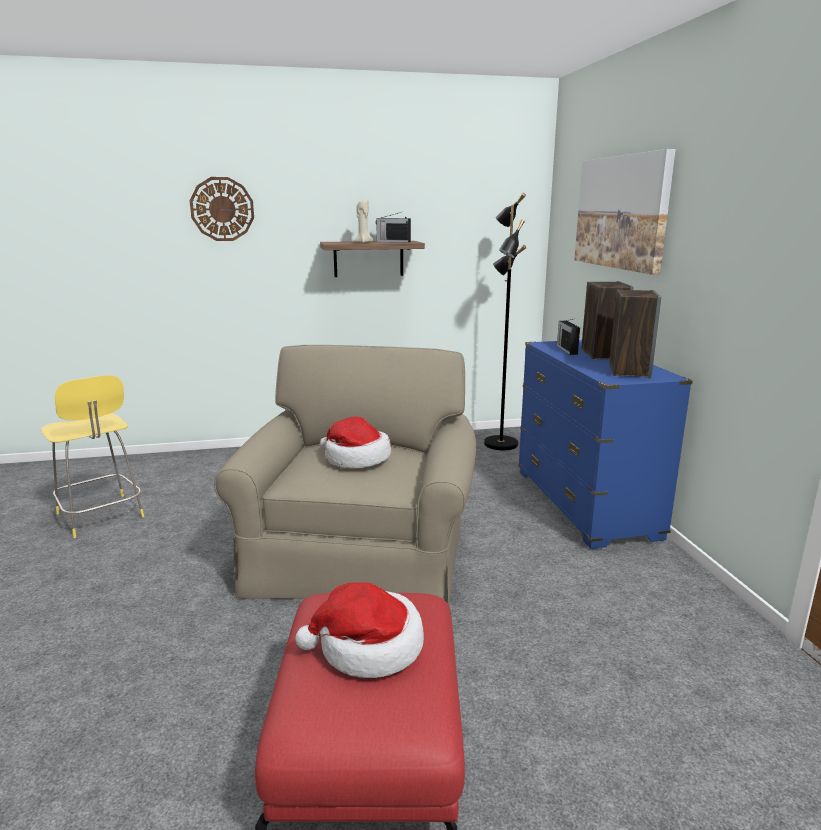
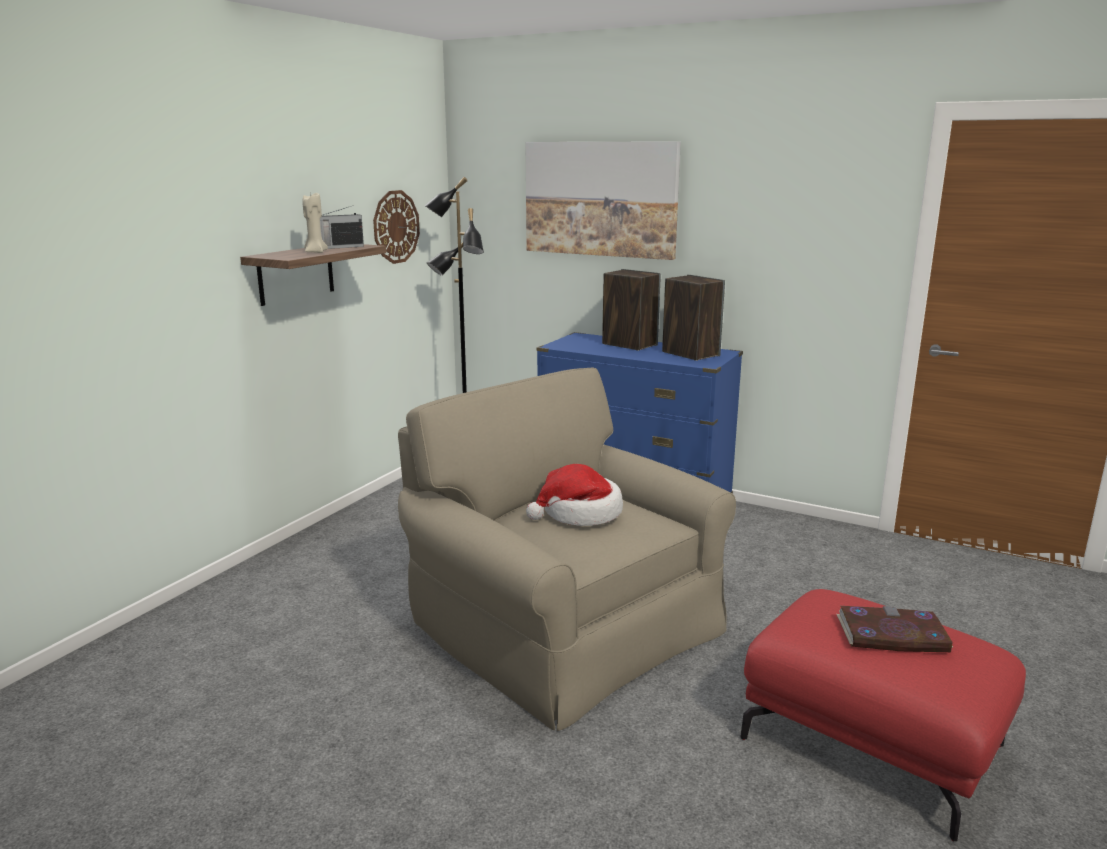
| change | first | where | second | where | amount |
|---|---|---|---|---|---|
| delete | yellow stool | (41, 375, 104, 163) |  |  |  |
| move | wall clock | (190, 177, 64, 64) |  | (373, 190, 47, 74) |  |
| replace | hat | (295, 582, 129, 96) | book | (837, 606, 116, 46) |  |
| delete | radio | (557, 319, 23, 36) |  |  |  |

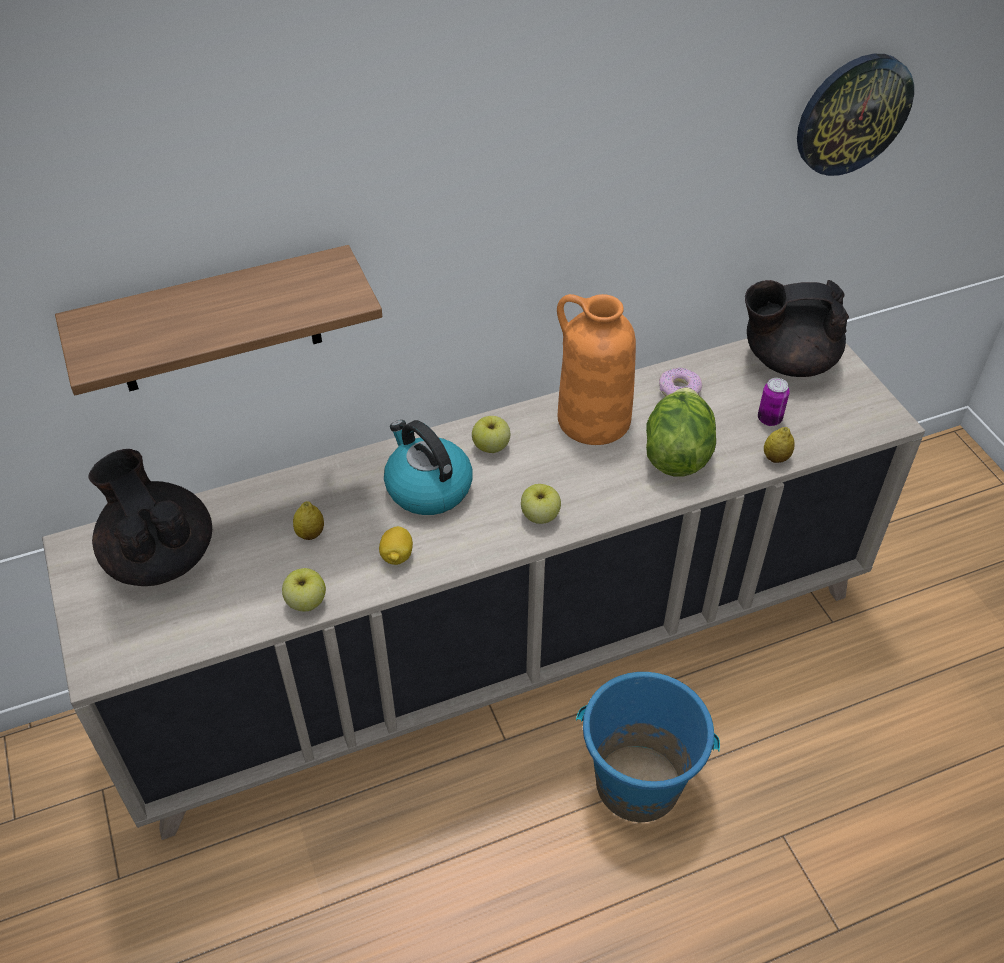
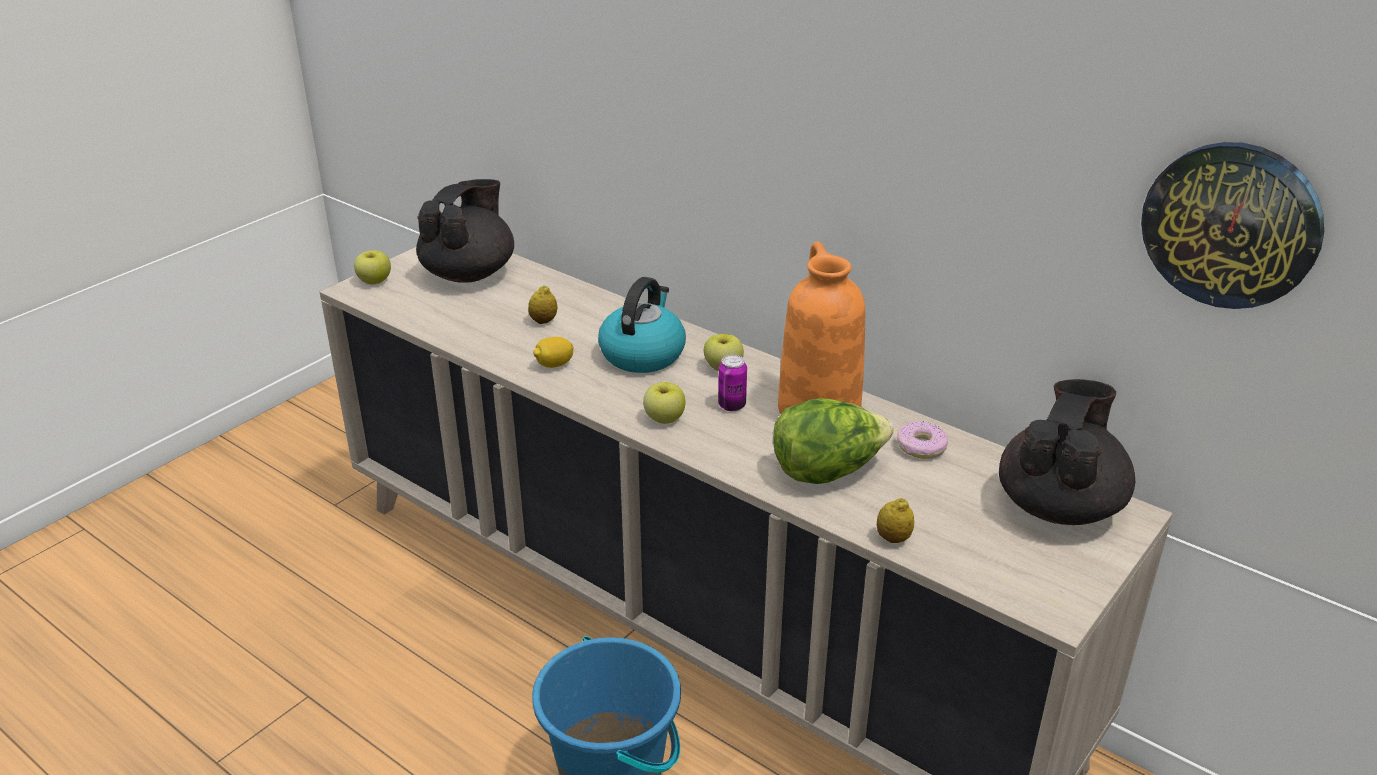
| change | first | where | second | where | amount |
|---|---|---|---|---|---|
| delete | shelf | (55, 245, 327, 150) |  |  |  |
| move | apple | (282, 568, 44, 43) |  | (354, 250, 37, 35) |  |
| rotate | black teapot | (745, 280, 104, 97) |  | (999, 379, 136, 146) | 60 degrees clockwise |
| move | can | (758, 378, 32, 48) |  | (718, 355, 29, 56) |  |

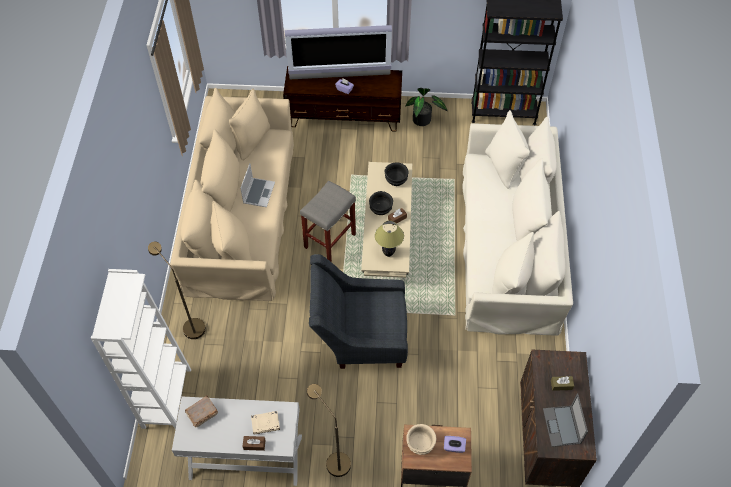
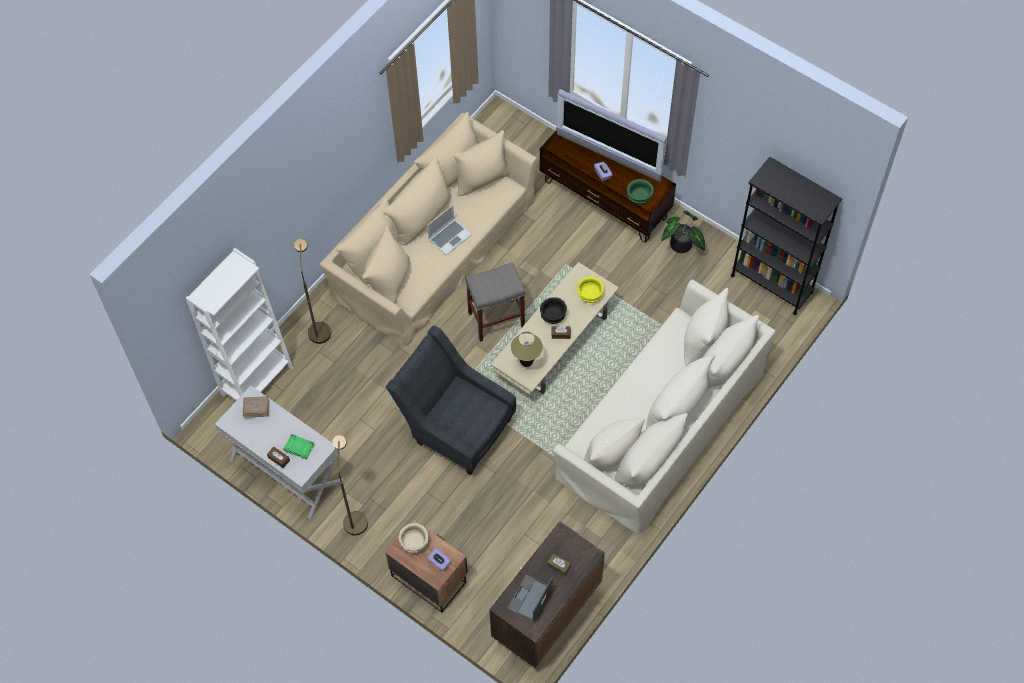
| change | first | where | second | where | amount |
|---|---|---|---|---|---|
| recolor | beige book | (251, 411, 29, 24) | green book | (283, 434, 32, 25) |  |
| recolor | black bowl | (385, 163, 23, 23) | yellow bowl | (577, 276, 27, 27) |  |
| insert |  |  | green bowl | (627, 179, 27, 26) |  |

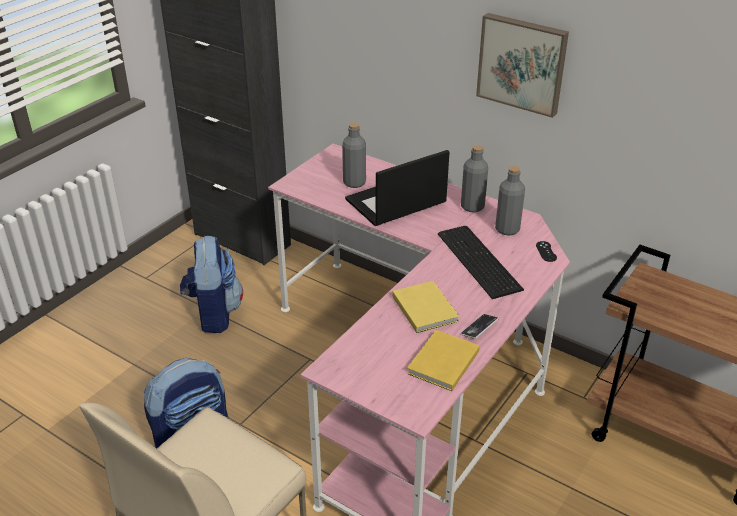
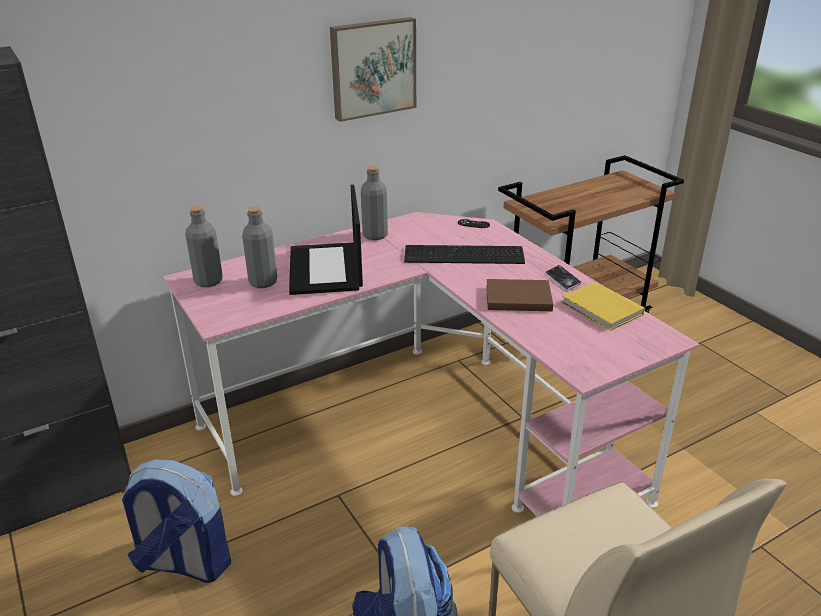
| change | first | where | second | where | amount |
|---|---|---|---|---|---|
| recolor | yellow book | (392, 281, 67, 52) | brown book | (486, 279, 67, 32) |  |
| move | grey bottle | (495, 166, 30, 70) |  | (185, 206, 38, 81) |  |

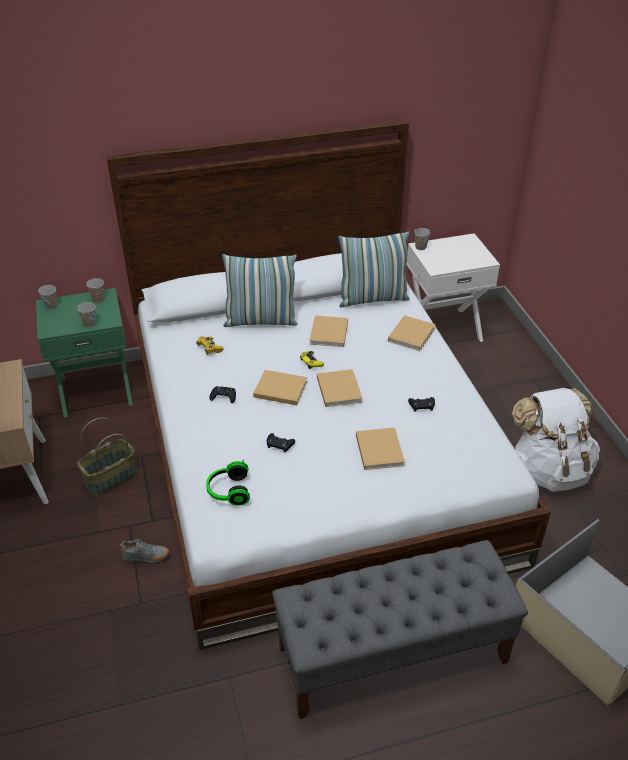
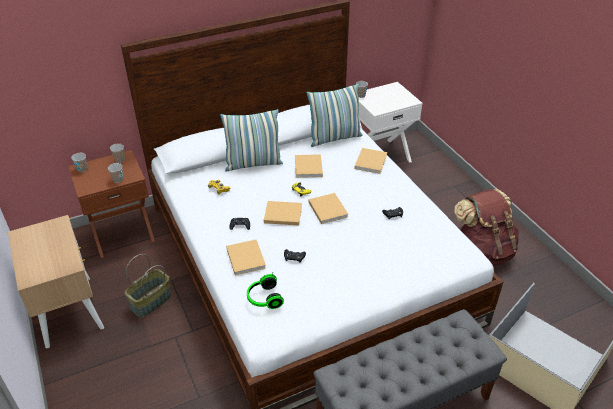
| change | first | where | second | where | amount |
|---|---|---|---|---|---|
| recolor | green nightstand | (36, 288, 97, 129) | brown nightstand | (68, 150, 87, 108) |  |
| delete | grey shoe | (120, 539, 49, 24) |  |  |  |
| move | beige book | (356, 428, 49, 42) |  | (226, 239, 40, 36) |  |
| recolor | white backpack | (512, 388, 88, 104) | brown backpack | (454, 189, 65, 77) |  |

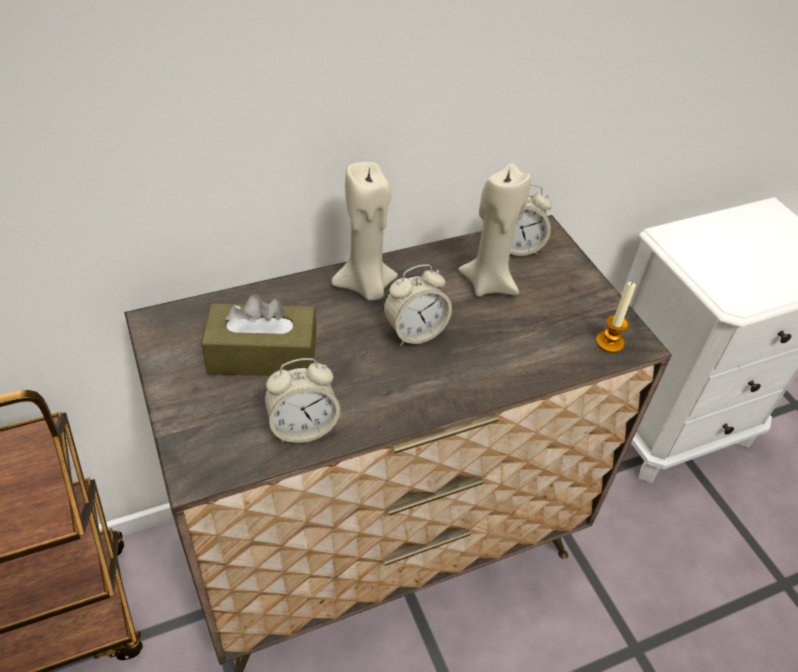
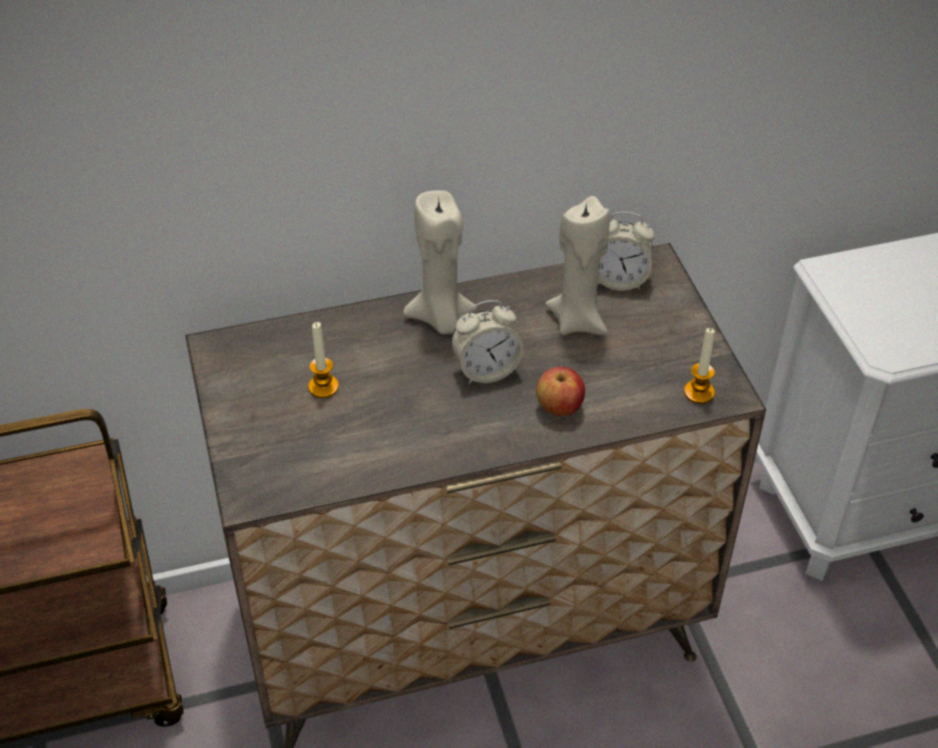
| change | first | where | second | where | amount |
|---|---|---|---|---|---|
| replace | brown tissue box | (201, 294, 116, 82) | candle | (308, 322, 31, 76) |  |
| delete | alarm clock | (264, 358, 76, 85) |  |  |  |
| insert |  |  | apple | (536, 366, 49, 51) |  |

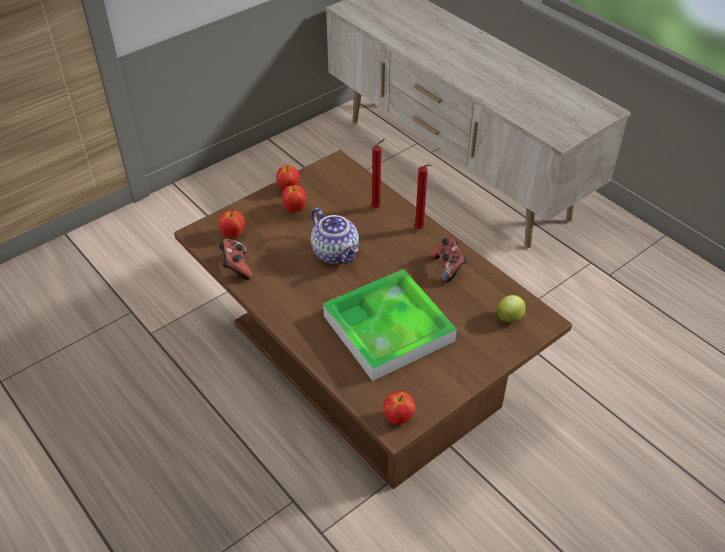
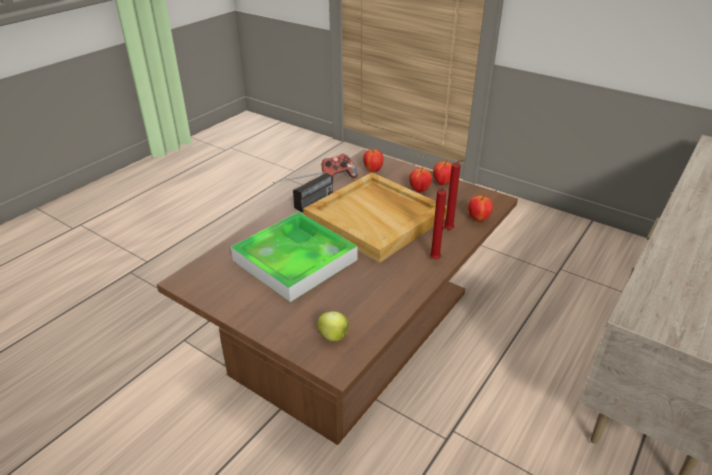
| change | first | where | second | where | amount |
|---|---|---|---|---|---|
| replace | teapot | (311, 208, 48, 56) | beige tray | (304, 172, 143, 91) |  |
| move | apple | (383, 391, 32, 34) |  | (468, 195, 25, 27) |  |
| delete | game controller | (430, 237, 37, 46) |  |  |  |
| insert |  |  | radio | (273, 172, 60, 40) |  |

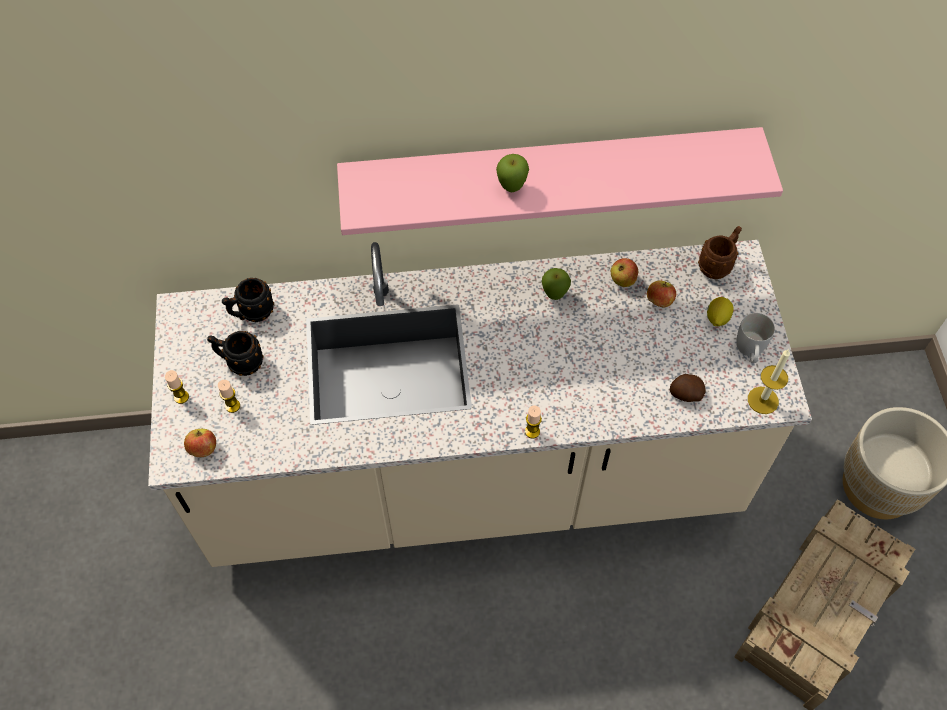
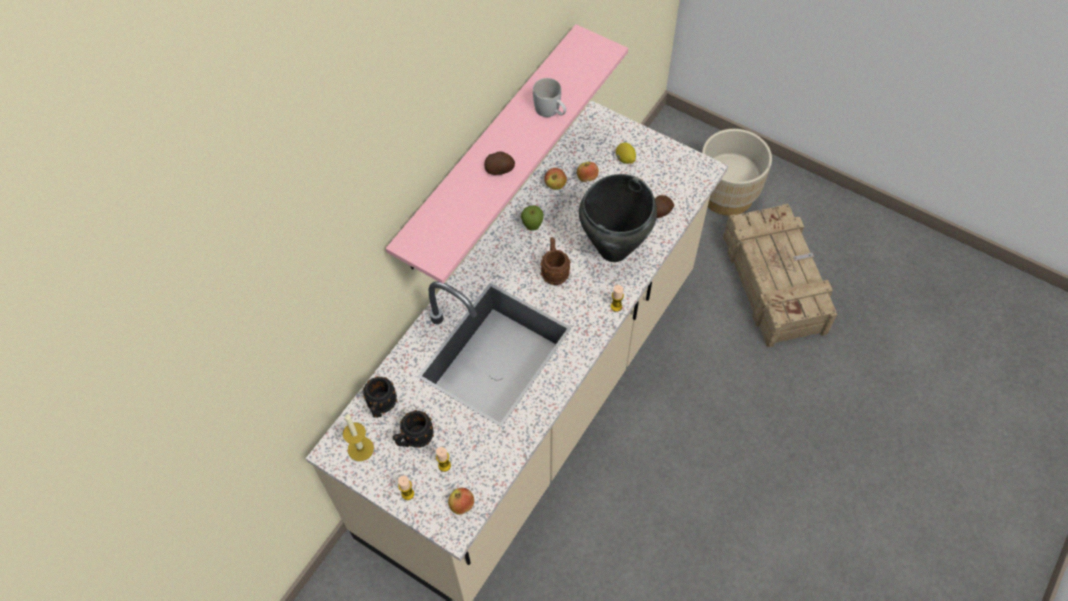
| change | first | where | second | where | amount |
|---|---|---|---|---|---|
| replace | apple | (496, 154, 33, 38) | potato | (484, 151, 31, 24) |  |
| move | brown mug | (698, 226, 44, 53) |  | (541, 237, 29, 48) |  |
| move | white mug | (736, 313, 39, 50) |  | (533, 78, 33, 39) |  |
| move | candle | (748, 349, 42, 65) |  | (343, 414, 31, 47) |  |
| insert |  |  | black cooking pot | (579, 174, 78, 88) |  |

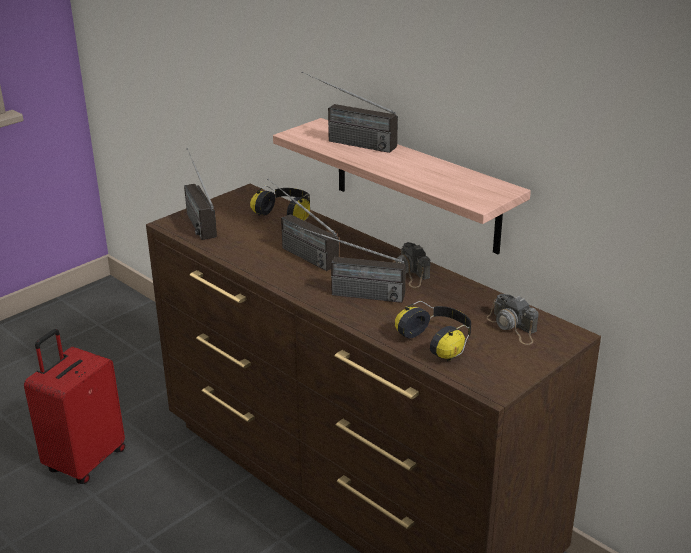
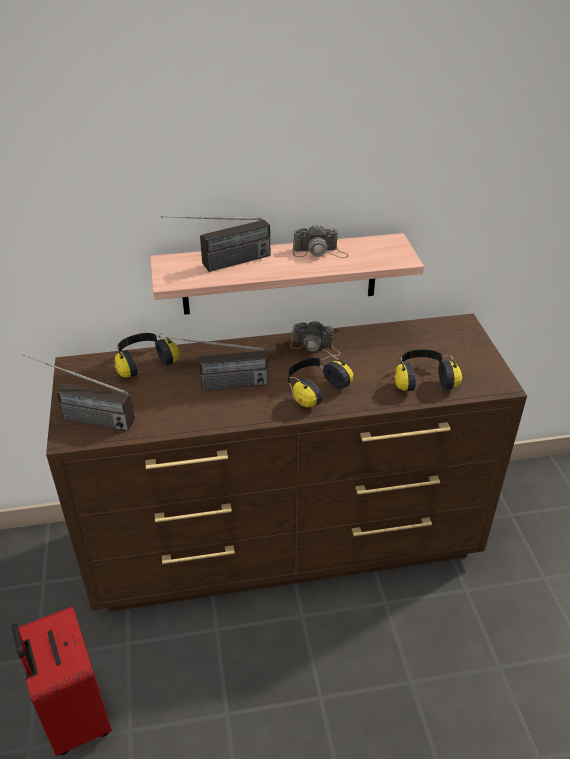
| change | first | where | second | where | amount |
|---|---|---|---|---|---|
| replace | radio | (296, 226, 110, 77) | headphones | (288, 356, 65, 53) |  |
| move | photo camera | (486, 294, 53, 51) |  | (293, 224, 55, 34) |  |

